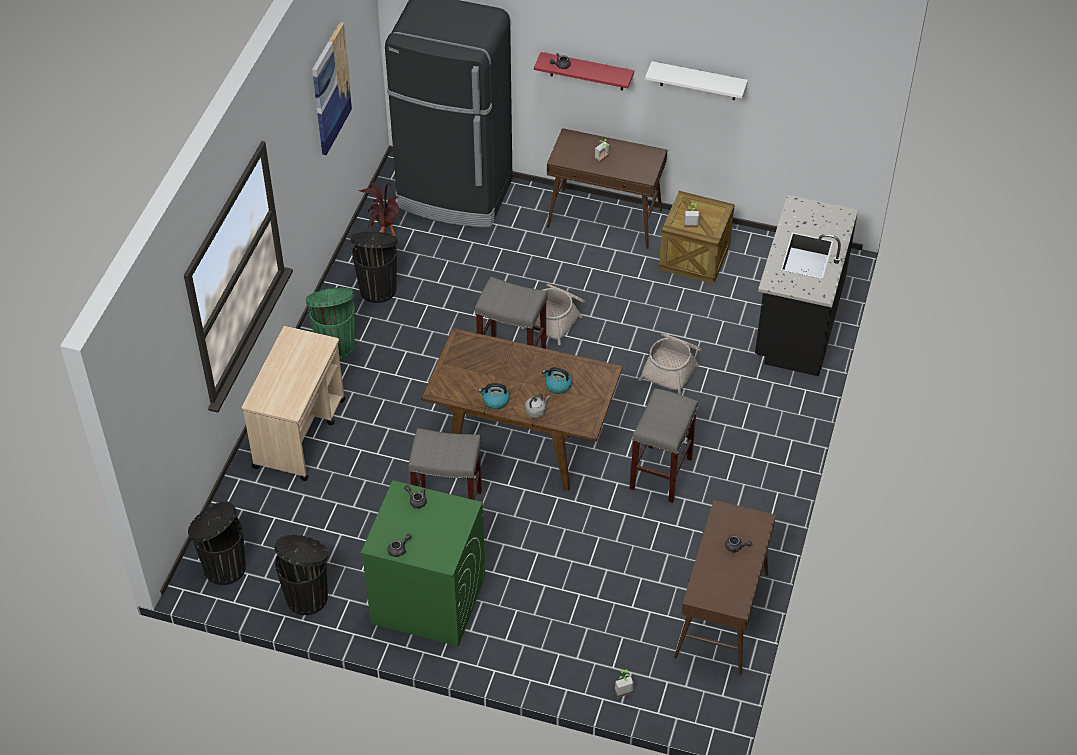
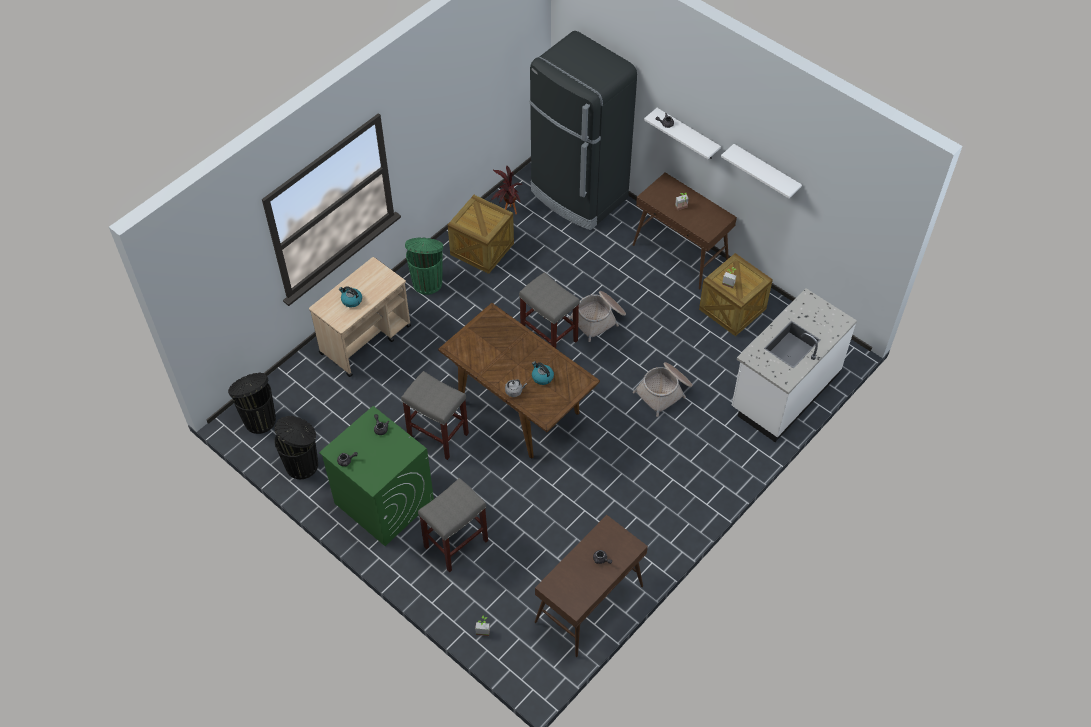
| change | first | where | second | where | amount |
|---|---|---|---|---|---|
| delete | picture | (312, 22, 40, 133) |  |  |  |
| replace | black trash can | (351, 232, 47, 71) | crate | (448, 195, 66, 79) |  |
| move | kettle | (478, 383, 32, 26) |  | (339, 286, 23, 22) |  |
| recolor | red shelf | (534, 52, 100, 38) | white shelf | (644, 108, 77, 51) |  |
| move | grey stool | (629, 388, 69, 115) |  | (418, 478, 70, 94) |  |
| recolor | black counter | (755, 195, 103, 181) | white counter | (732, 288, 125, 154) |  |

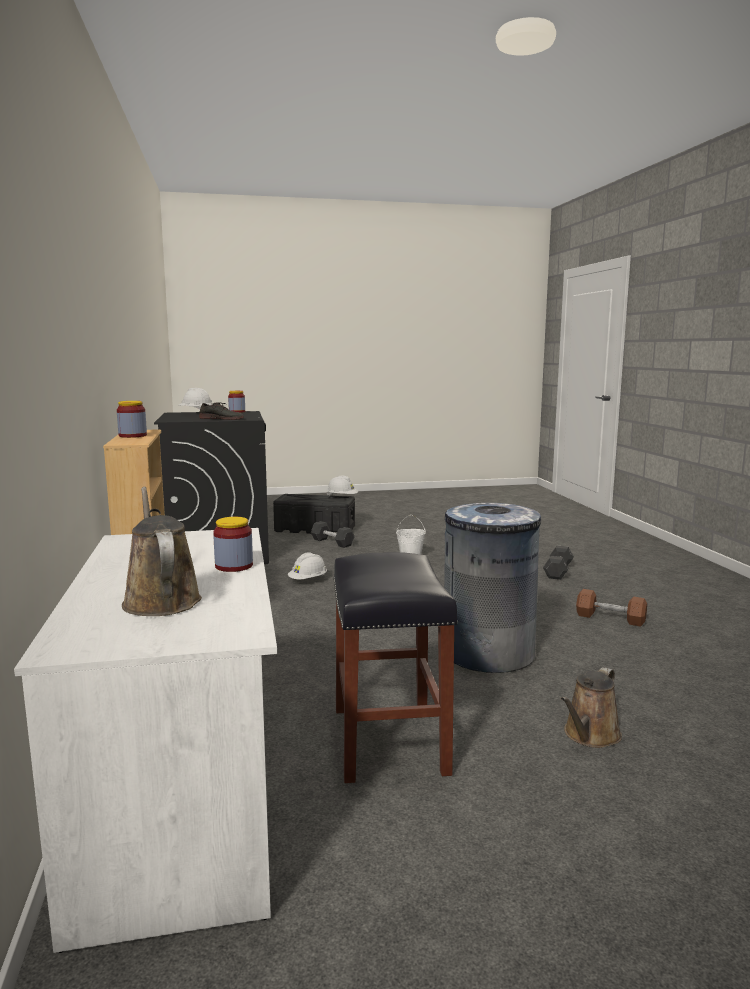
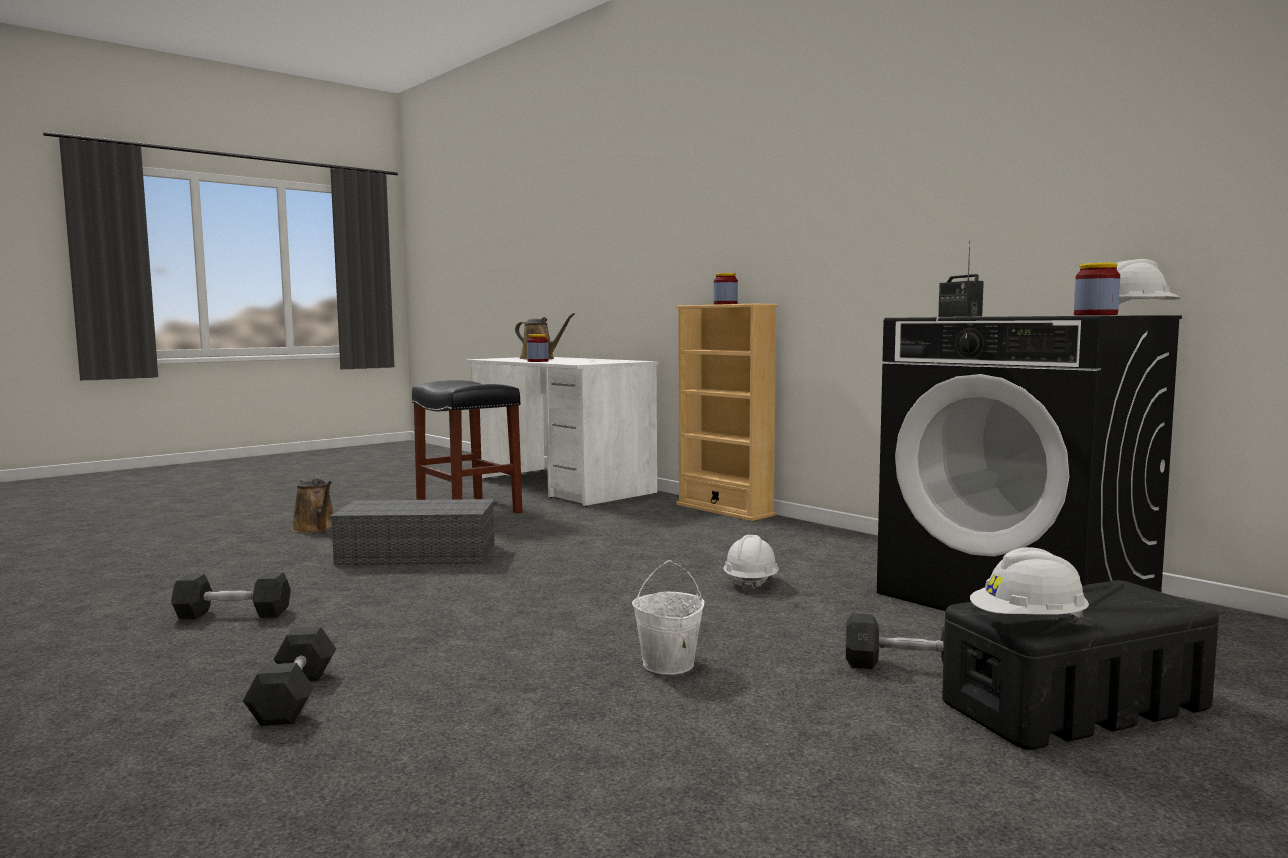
| change | first | where | second | where | amount |
|---|---|---|---|---|---|
| replace | grey shoe | (199, 402, 45, 18) | radio | (938, 241, 46, 76) |  |
| replace | grey trash can | (444, 503, 97, 170) | grey storage box | (330, 499, 165, 66) |  |
| rotate | brown watering can | (560, 667, 62, 81) |  | (292, 478, 42, 55) | 135 degrees clockwise |
| recolor | brown dumbbell | (576, 589, 71, 38) | grey dumbbell | (171, 572, 120, 48) |  |

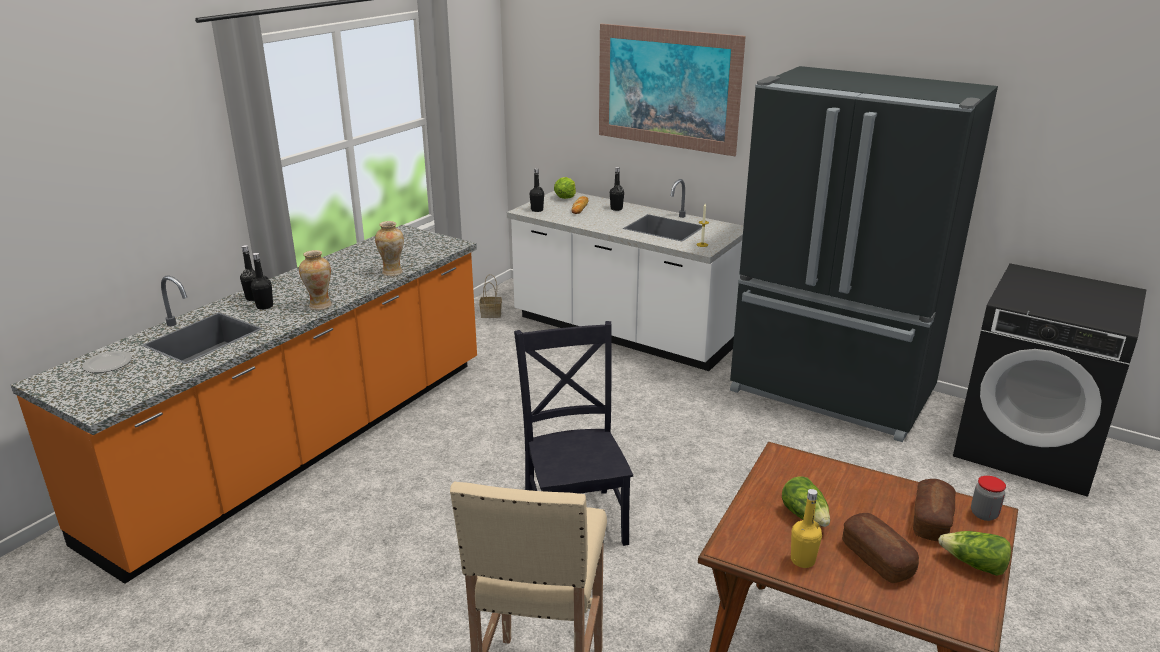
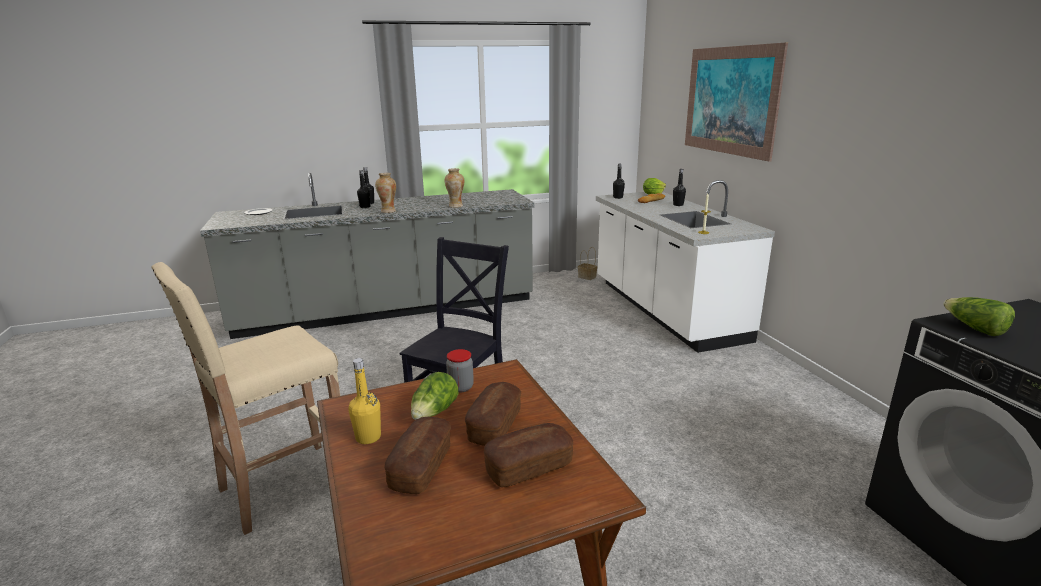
| change | first | where | second | where | amount |
|---|---|---|---|---|---|
| recolor | orange counter | (11, 225, 466, 359) | grey counter | (200, 173, 334, 166) |  |
| delete | black fridge | (730, 66, 268, 376) |  |  |  |
| move | lettuce | (938, 531, 73, 45) |  | (943, 297, 72, 39) |  |
| move | jar | (971, 476, 35, 45) |  | (446, 349, 28, 44) |  |
| insert |  |  | bread | (465, 382, 56, 64) |  |

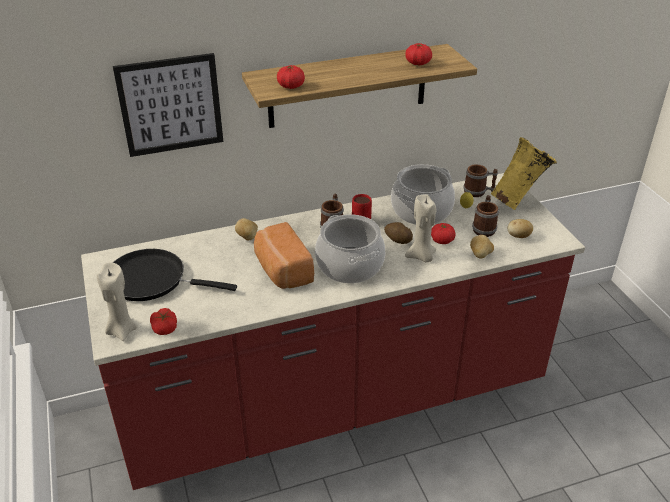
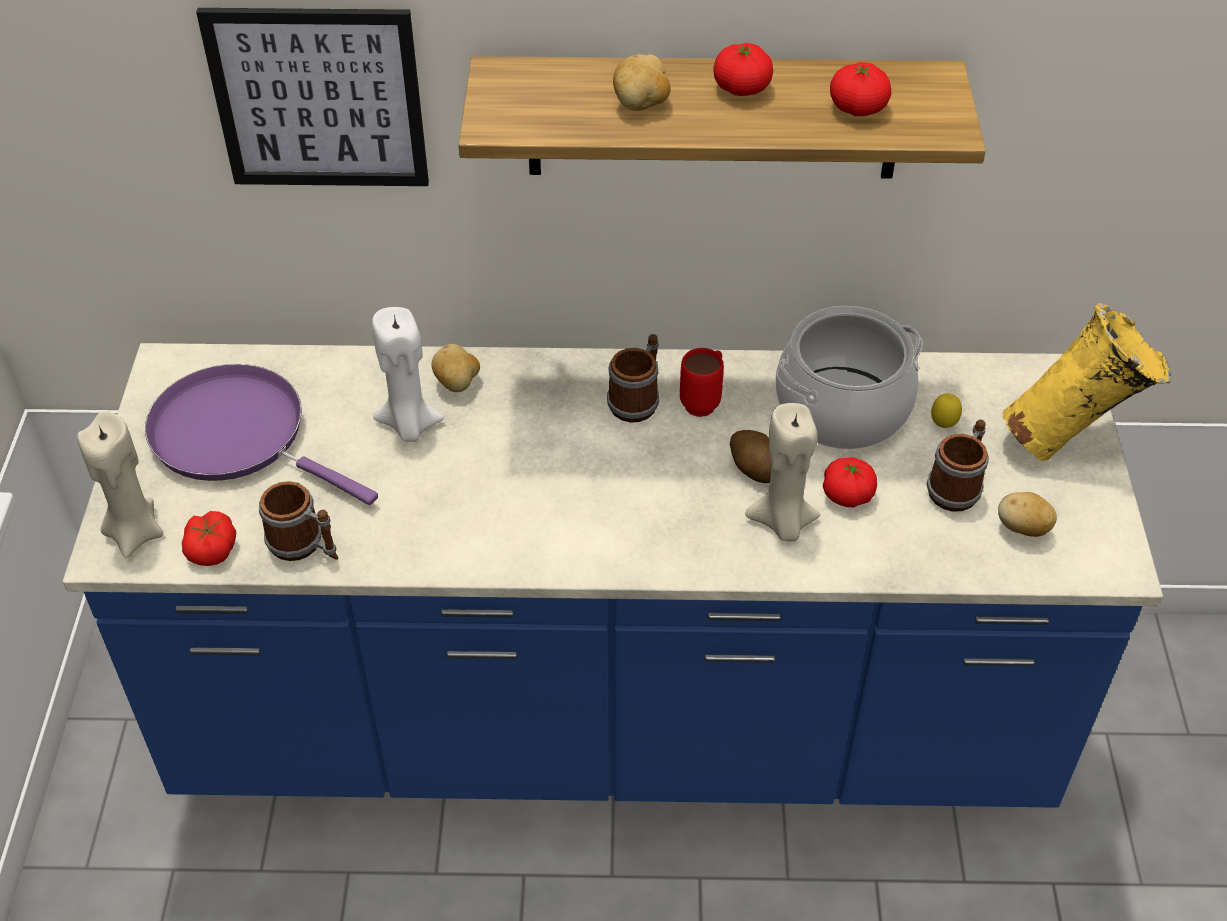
| change | first | where | second | where | amount |
|---|---|---|---|---|---|
| recolor | red counter | (81, 173, 504, 317) | blue counter | (63, 343, 1100, 465) |  |
| recolor | black frying pan | (113, 249, 124, 52) | purple frying pan | (145, 364, 233, 141) |  |
| delete | bread | (254, 222, 60, 67) |  |  |  |
| move | tomato | (277, 65, 28, 24) |  | (713, 43, 60, 53) |  |
| delete | cooking pot | (315, 214, 70, 69) |  |  |  |
| move | mug | (463, 165, 35, 32) |  | (259, 481, 79, 80) |  |
| move | potato | (470, 235, 24, 23) |  | (613, 54, 58, 57) |  |
| insert |  |  | white candle | (372, 307, 72, 135) |  |

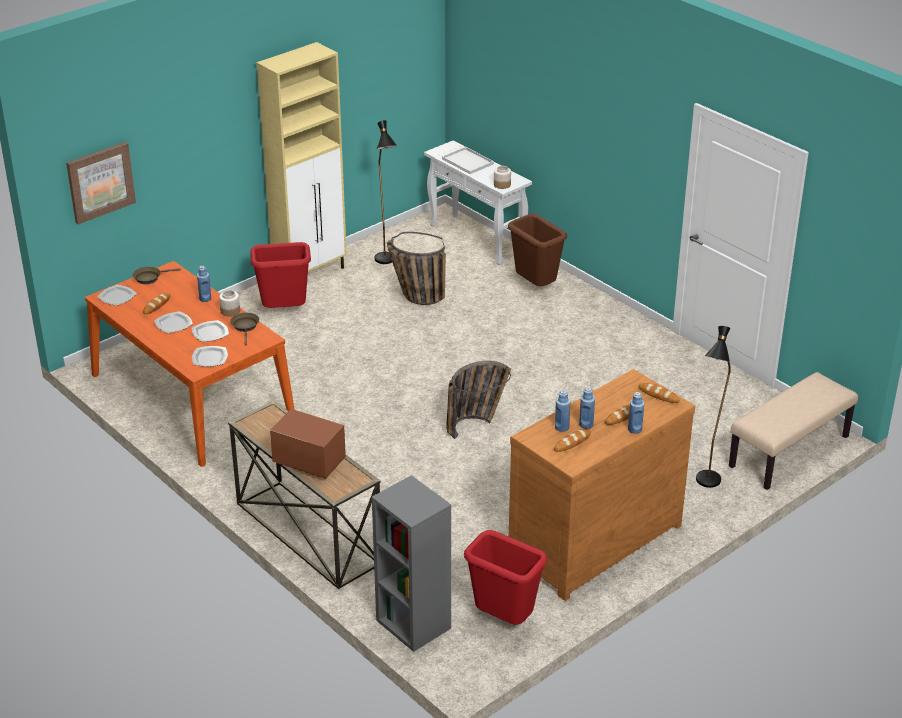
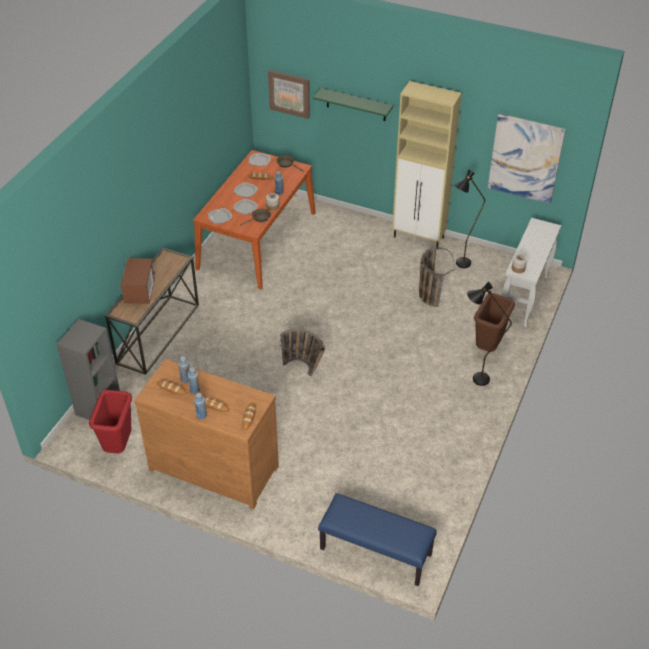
| change | first | where | second | where | amount |
|---|---|---|---|---|---|
| delete | red trash can | (250, 242, 61, 66) |  |  |  |
| delete | white tray | (442, 147, 52, 27) |  |  |  |
| move | black floor lamp | (696, 326, 35, 162) |  | (467, 281, 45, 105) |  |
| recolor | beige bench | (729, 372, 129, 118) | blue bench | (318, 493, 119, 93) |  |
| insert |  |  | green shelf | (313, 88, 80, 33) |  |
| insert |  |  | picture | (488, 114, 78, 90) |  |

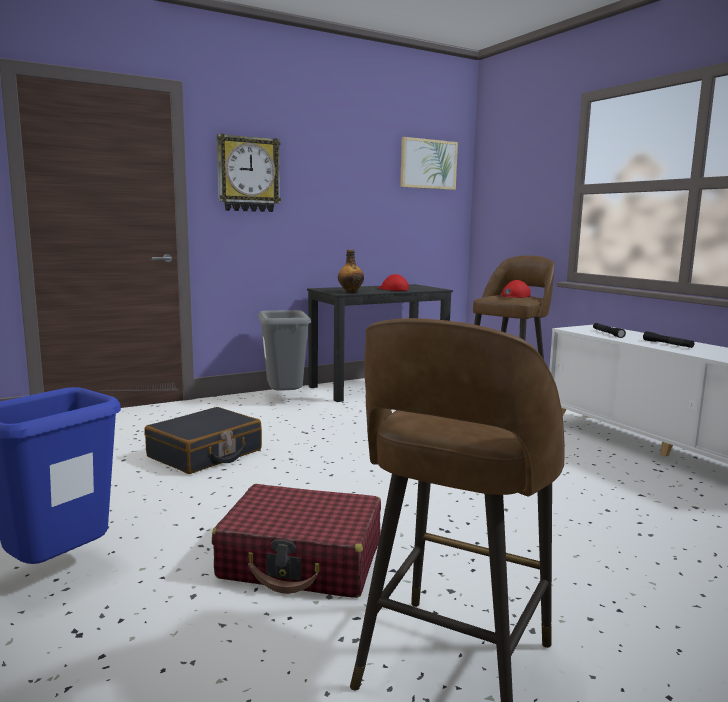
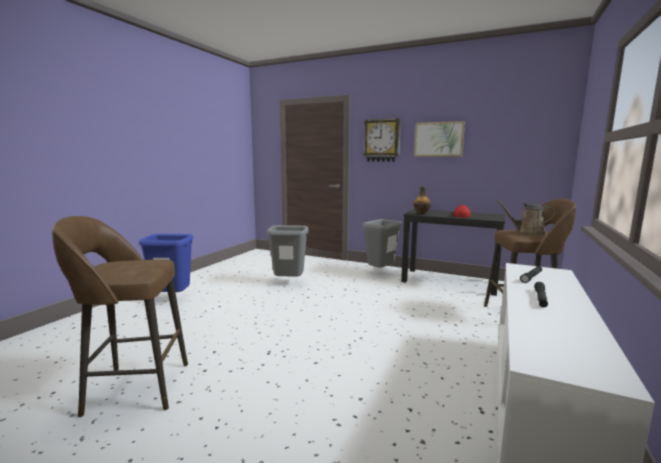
| change | first | where | second | where | amount |
|---|---|---|---|---|---|
| replace | black suitcase | (144, 407, 118, 67) | grey trash can | (267, 225, 41, 52) |  |
| delete | red suitcase | (212, 484, 169, 114) |  |  |  |
| move | picture | (400, 137, 58, 53) |  | (414, 121, 51, 36) |  |
| replace | red cap | (500, 280, 31, 18) | brown watering can | (496, 200, 59, 35) |  |

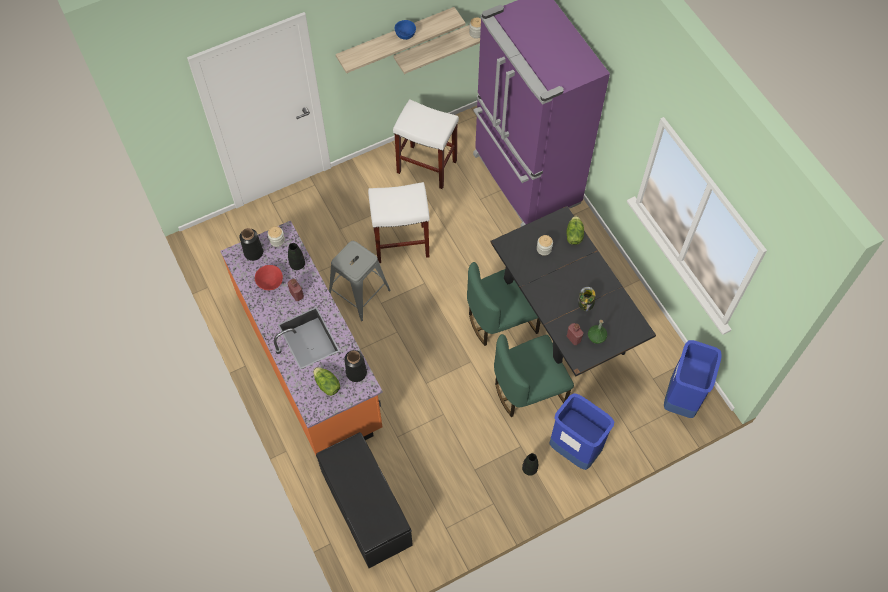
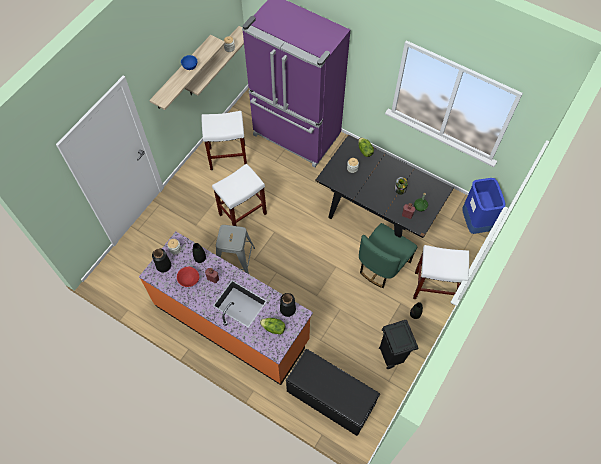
| change | first | where | second | where | amount |
|---|---|---|---|---|---|
| delete | green chair | (467, 262, 74, 84) |  |  |  |
| replace | blue trash can | (549, 393, 65, 77) | white stool | (413, 245, 56, 54) |  |
| insert |  |  | black trash can | (379, 320, 39, 49) |  |

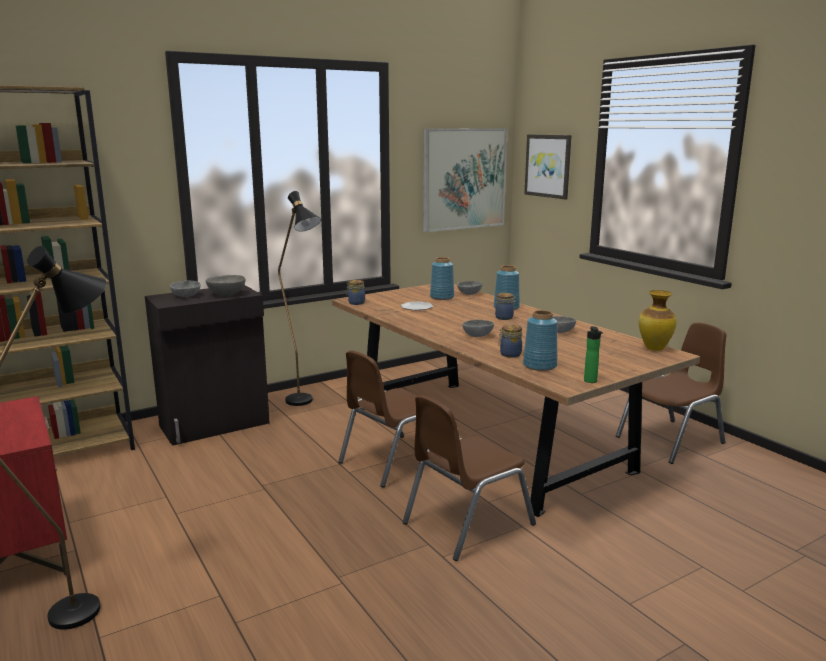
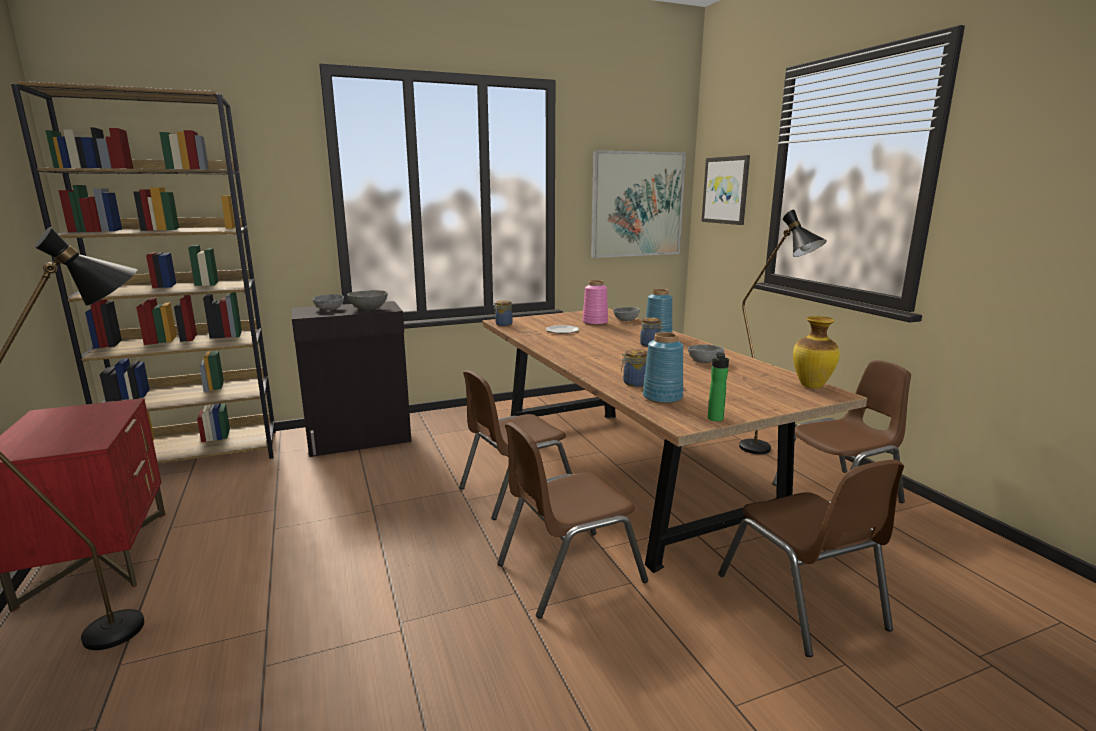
| change | first | where | second | where | amount |
|---|---|---|---|---|---|
| move | black floor lamp | (278, 191, 43, 215) |  | (739, 210, 88, 244) |  |
| recolor | blue vase | (430, 257, 24, 43) | pink vase | (582, 280, 26, 45) |  |
| delete | grey bowl | (462, 320, 32, 17) |  |  |  |
| insert |  |  | brown chair | (718, 460, 186, 197) |  |

